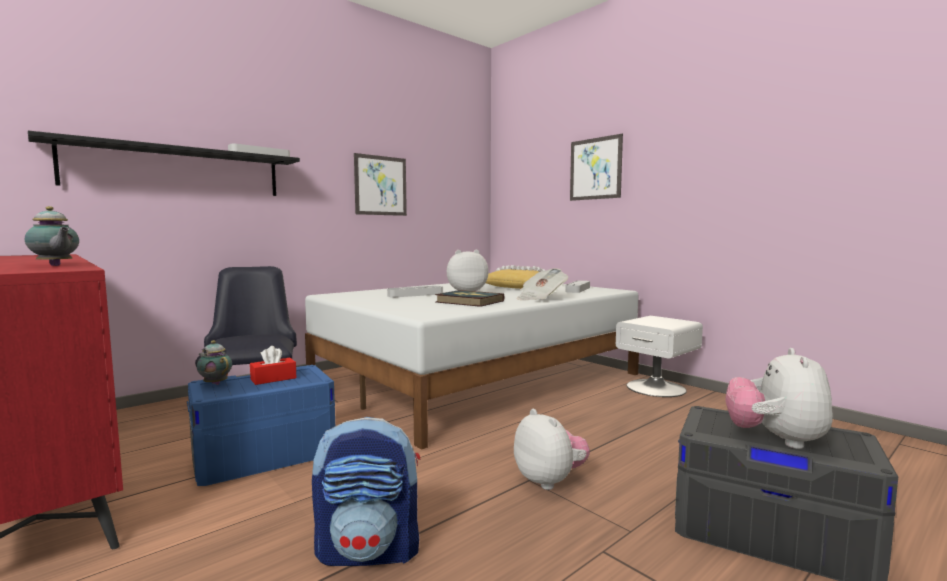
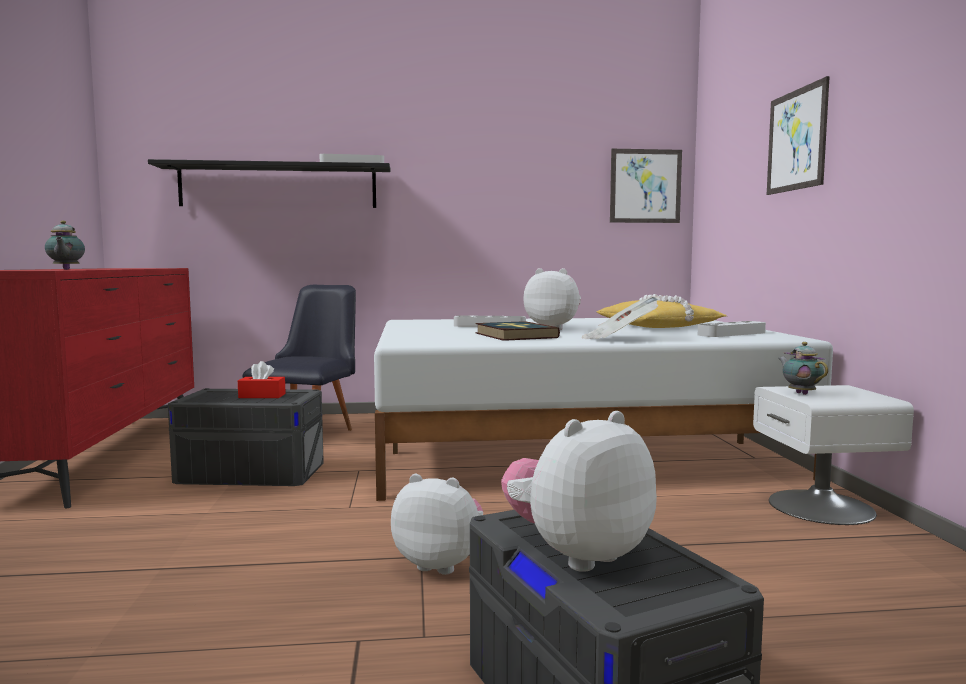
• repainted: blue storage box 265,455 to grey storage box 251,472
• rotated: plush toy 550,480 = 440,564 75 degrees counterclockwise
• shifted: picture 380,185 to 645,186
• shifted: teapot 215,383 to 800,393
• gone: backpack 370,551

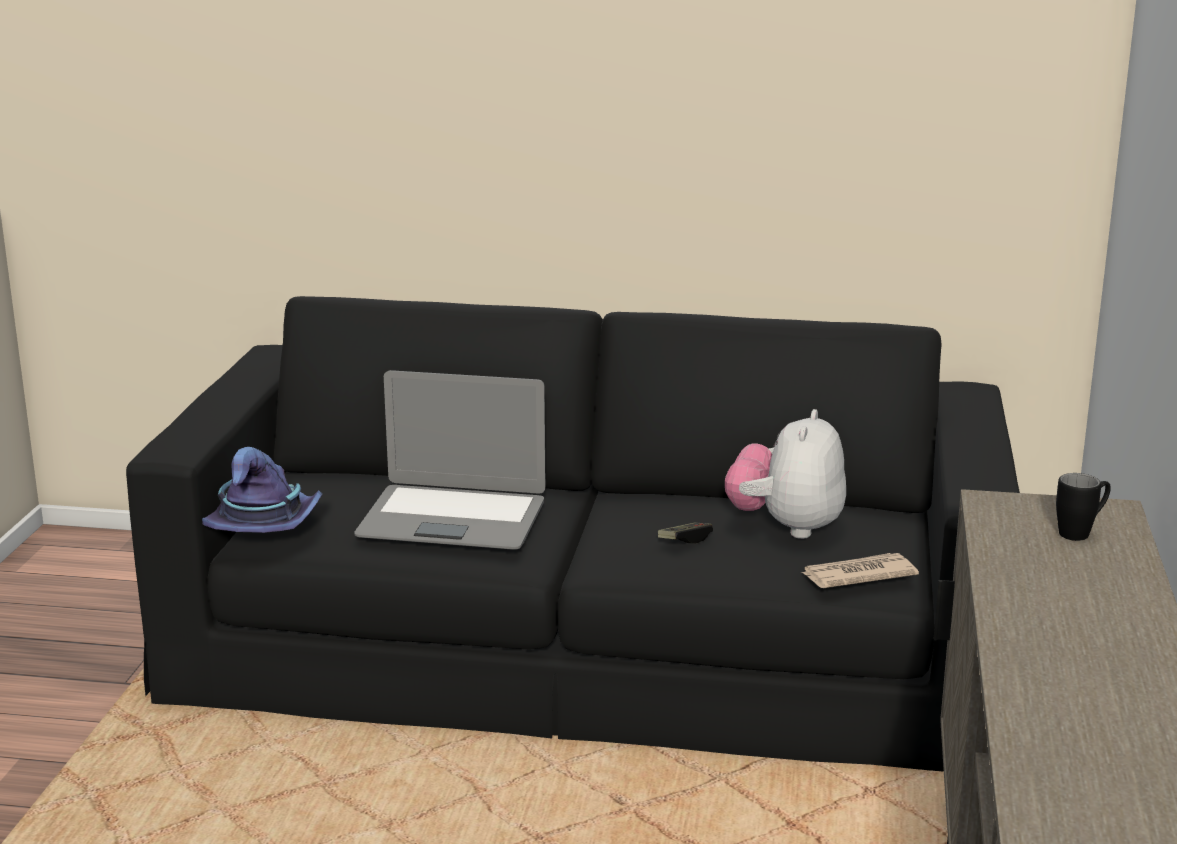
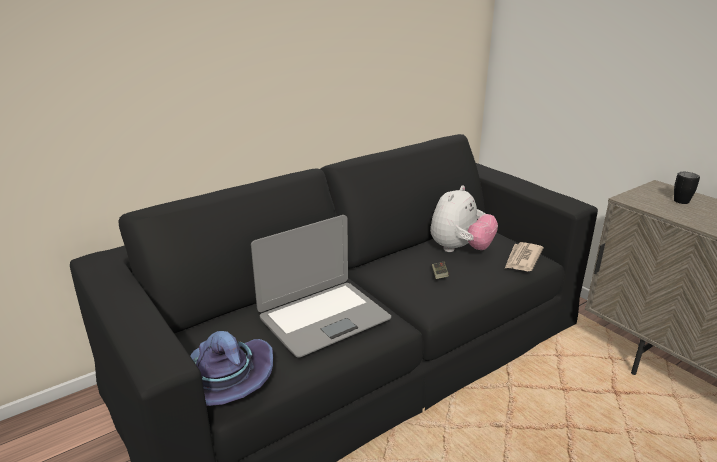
• rotated: plush toy 786,527 = 460,249 120 degrees counterclockwise

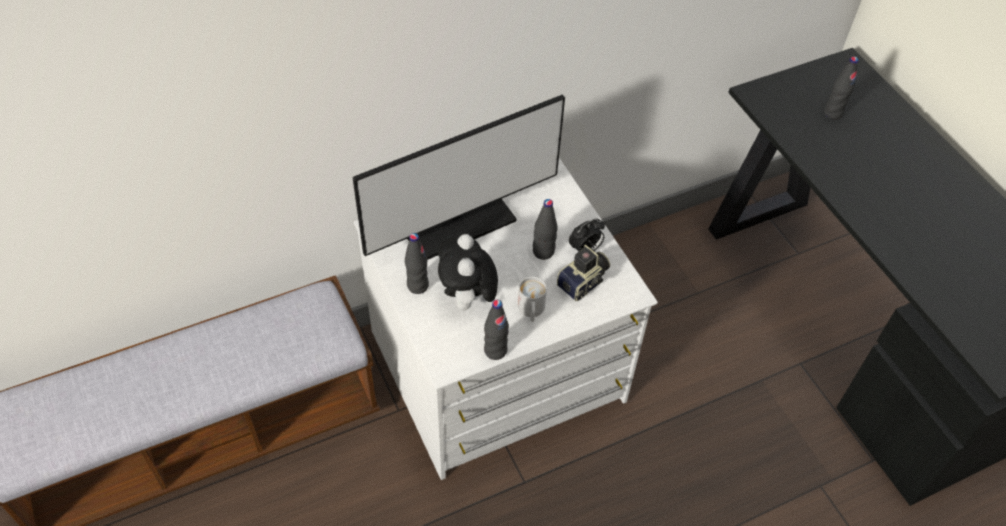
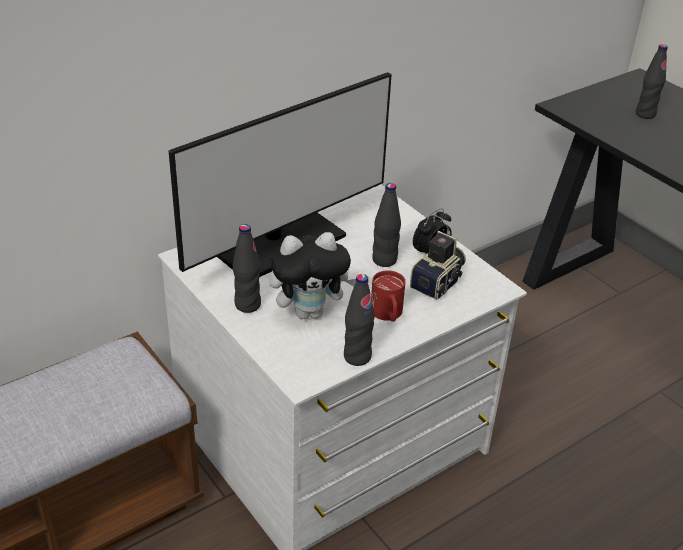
• rotated: plush toy 467,299 = 310,312 90 degrees counterclockwise
• repainted: white mug 531,311 to red mug 388,315

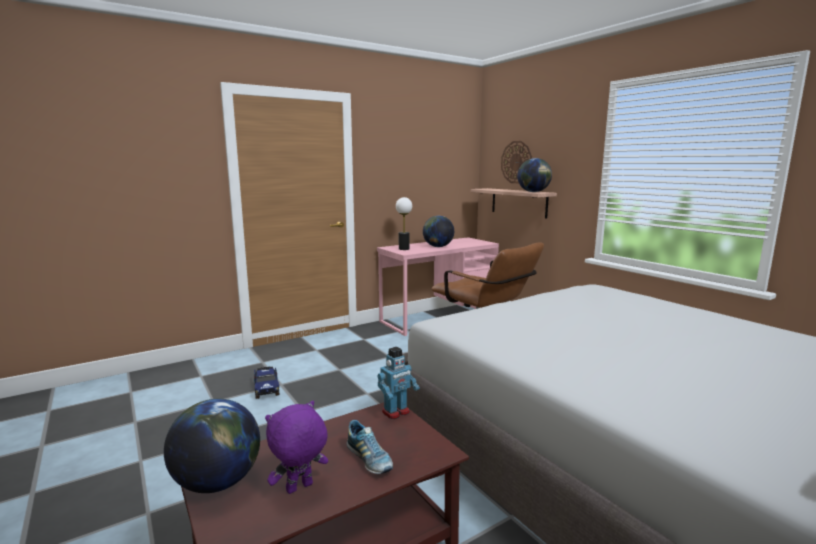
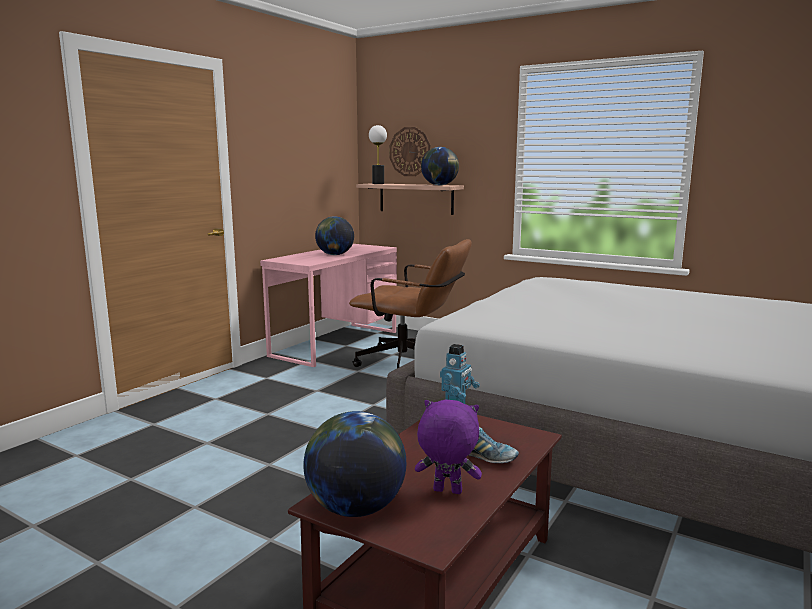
• shifted: table lamp 404,249 to 378,183
• rotated: purple plush toy 299,488 = 446,492 75 degrees clockwise
• gone: toy truck 267,388

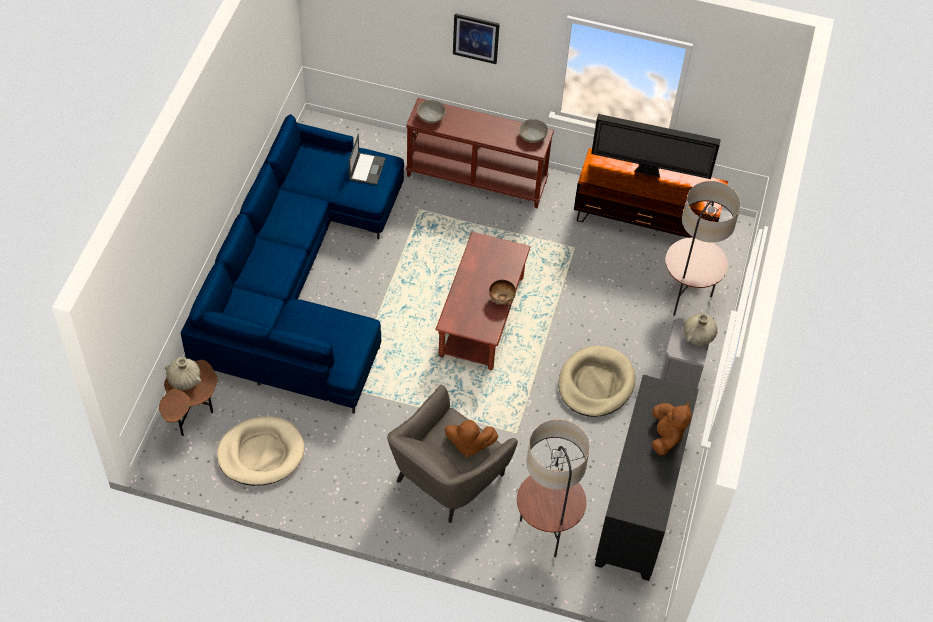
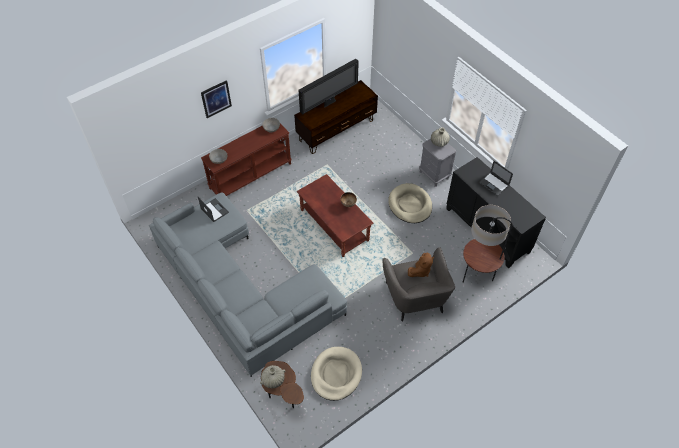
• repainted: blue sofa 298,281 to grey sofa 242,290
• swapped: brown plush toy 666,436 to laptop 494,184
• gone: floor lamp 686,299

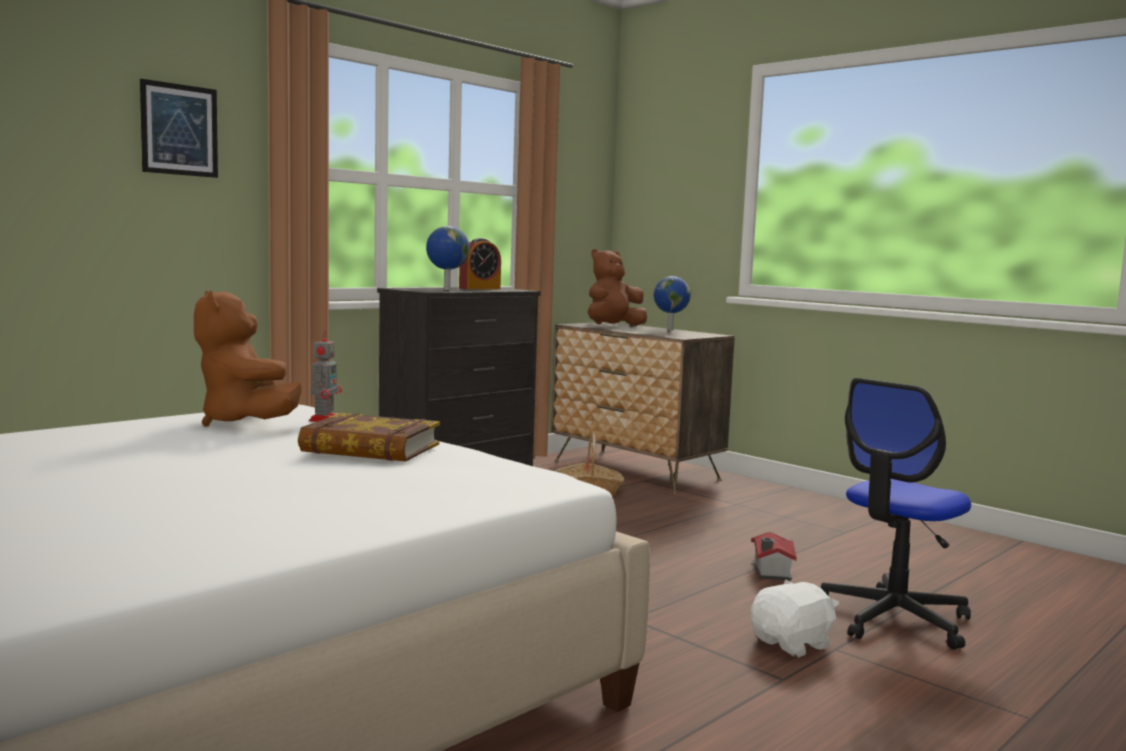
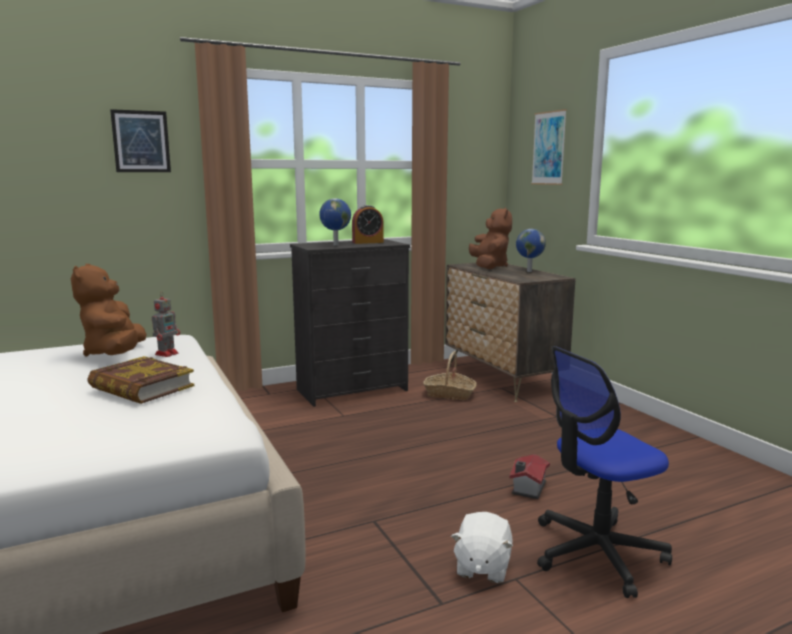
• rotated: white plush toy 792,644 = 482,567 120 degrees clockwise
• rotated: brown plush toy 613,326 = 489,266 105 degrees clockwise
• new: picture 549,148

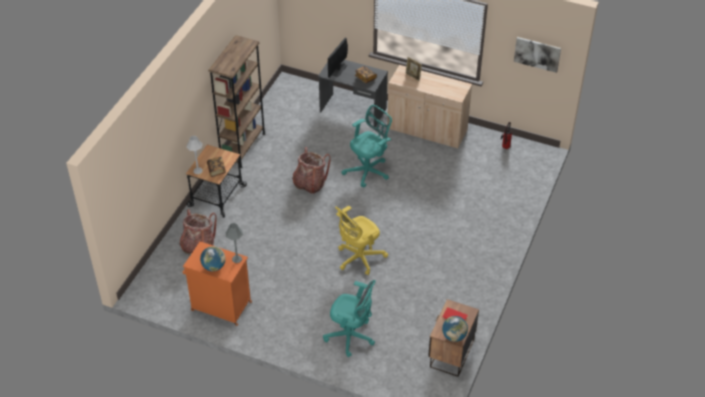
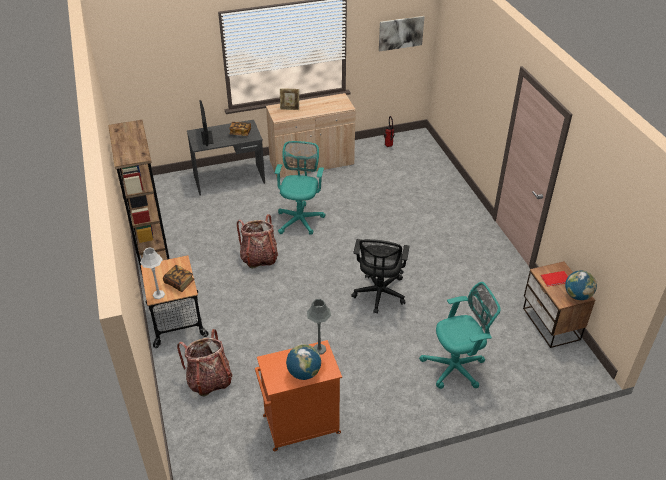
• repainted: yellow office chair 358,258 to black office chair 379,295

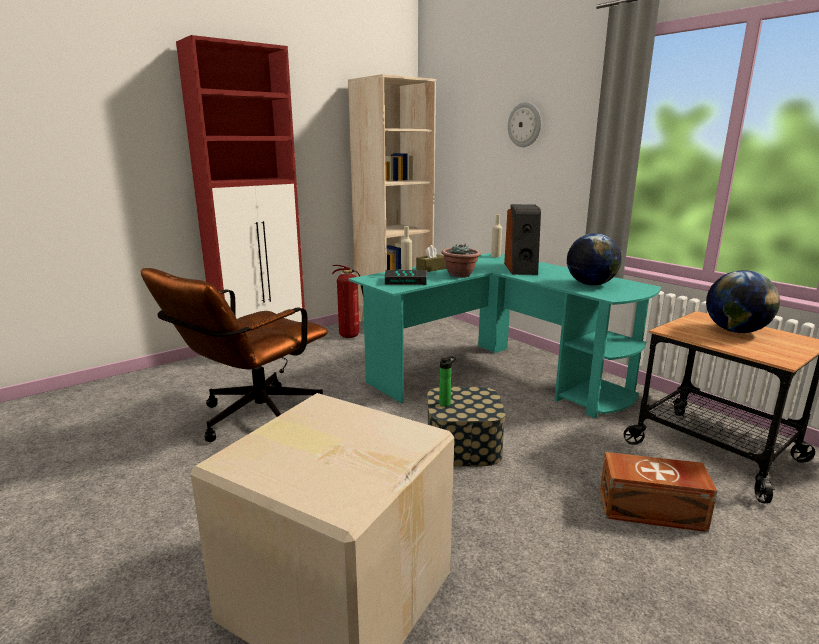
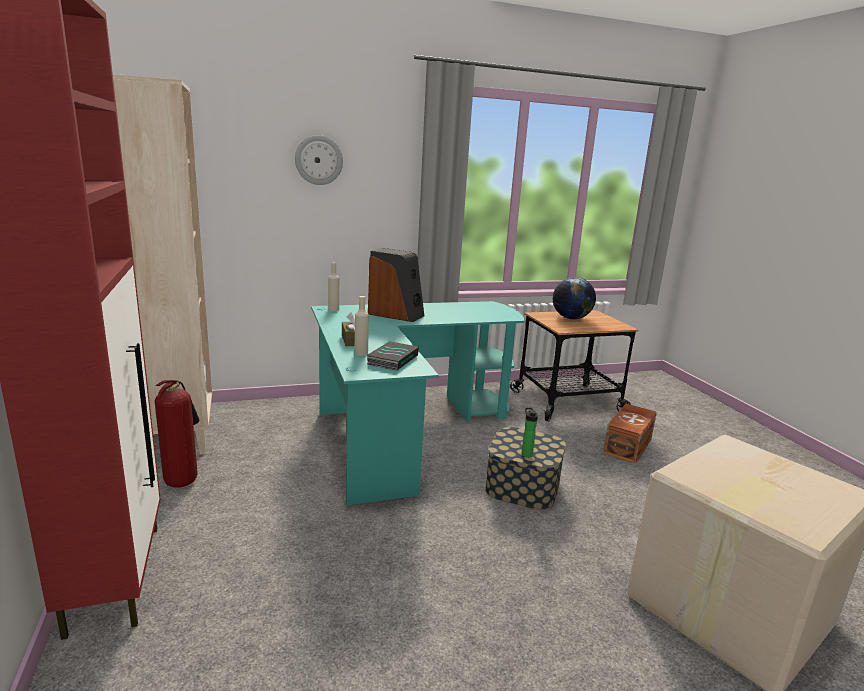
• gone: brown office chair 252,420
• gone: potted plant 460,275
• gone: globe 590,284

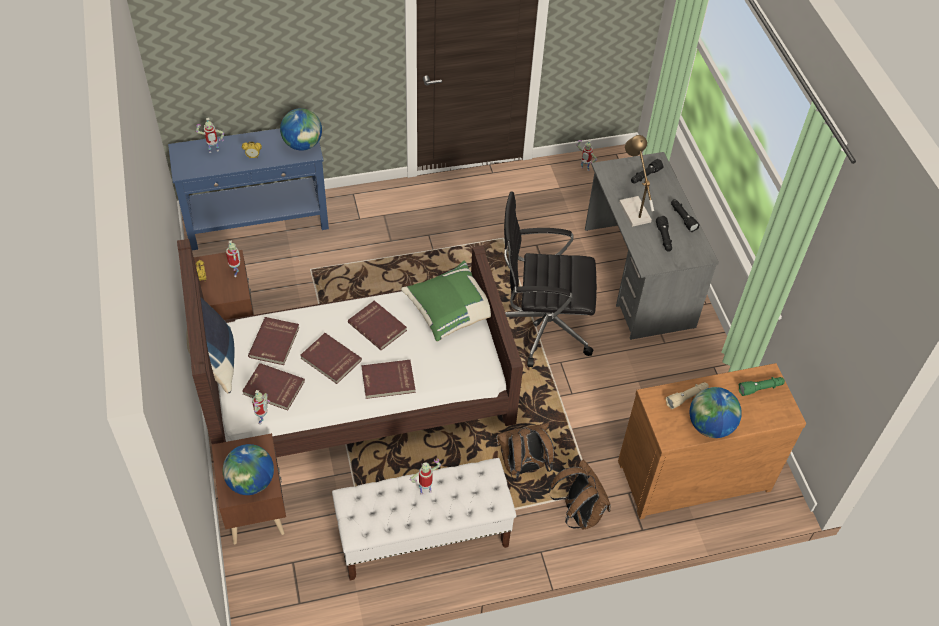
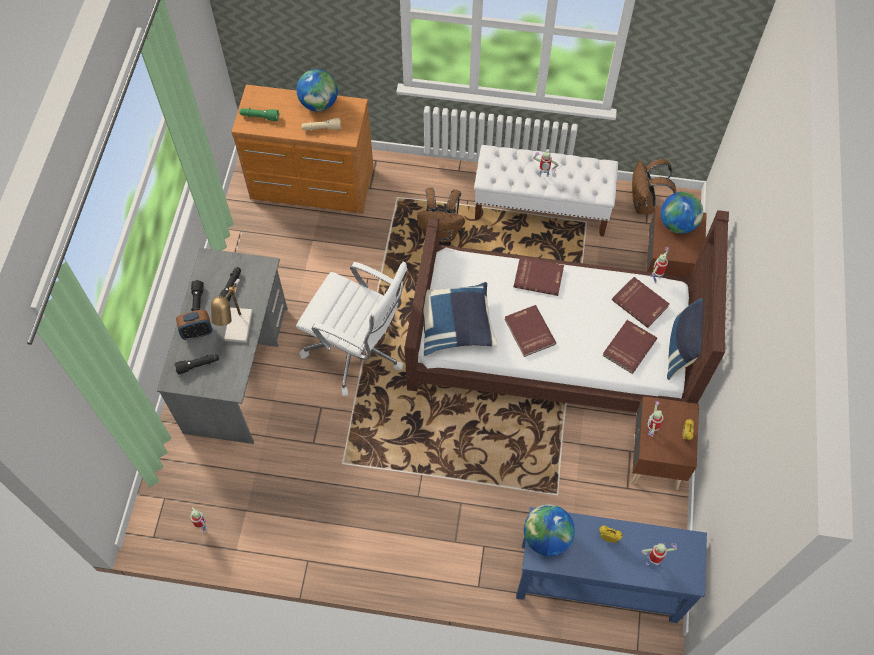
• new: alarm clock 197,332
• repainted: black office chair 542,326 to white office chair 357,350
• repainted: green pillow 450,311 to blue pillow 456,325
• shifted: brown backpack 578,513 to 644,204
• gone: red book 330,360

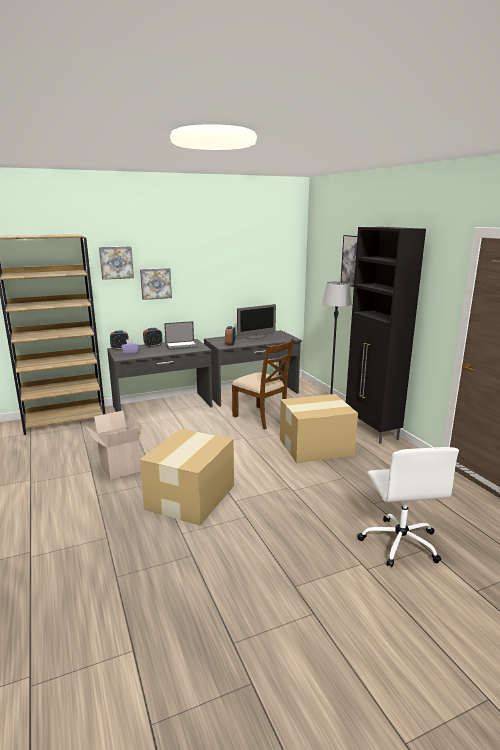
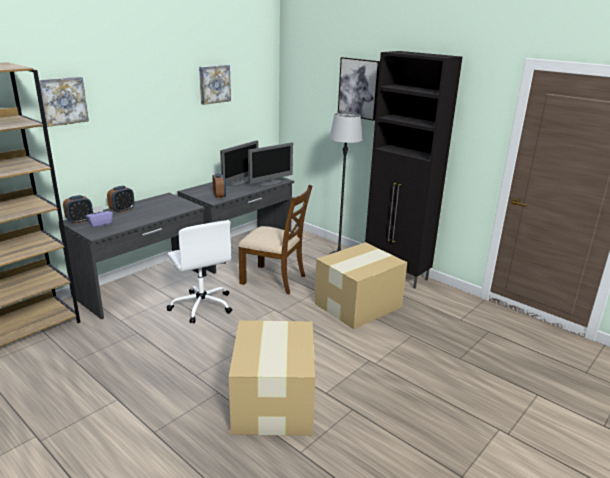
• shifted: white office chair 400,542 to 202,305
• shifted: picture 155,283 to 214,84
• new: monitor 270,183
• gone: cardboard box 118,467
• gone: laptop 182,345

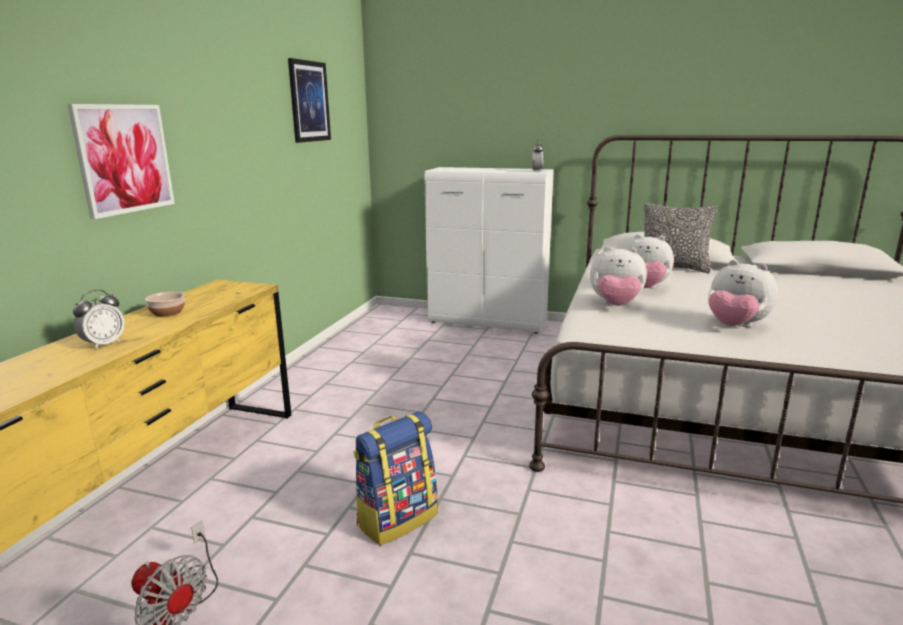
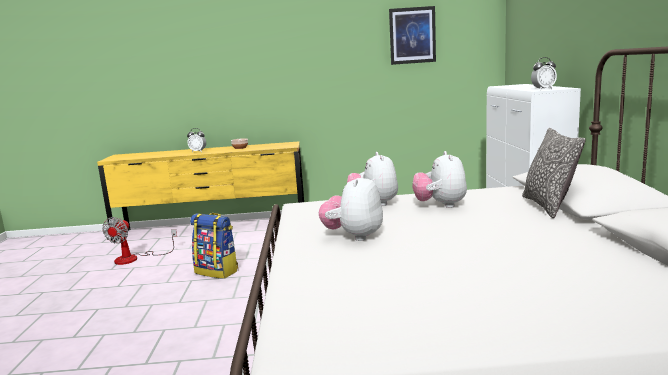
• gone: picture 124,159

